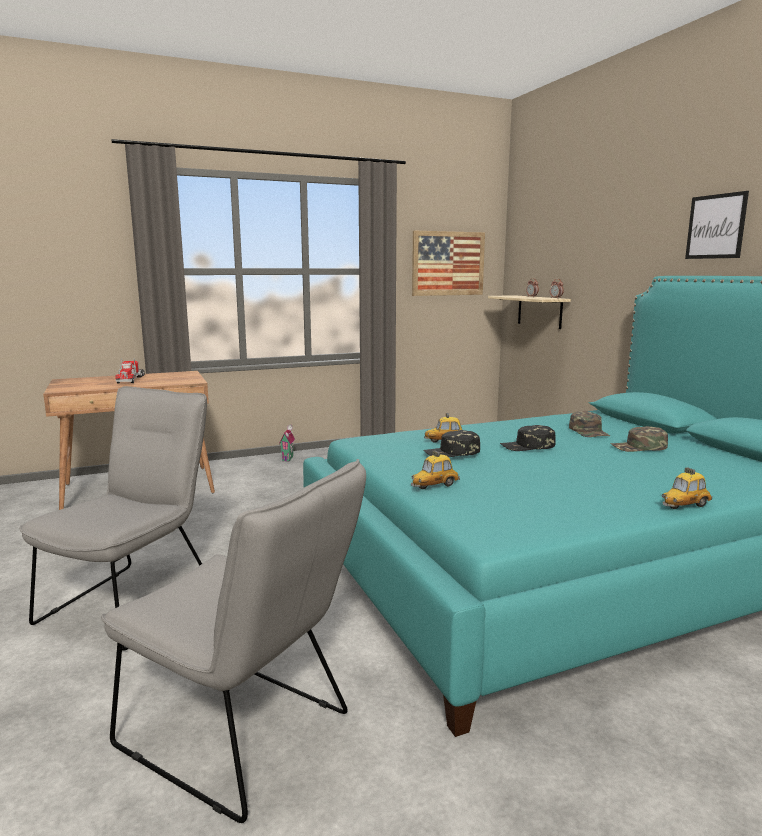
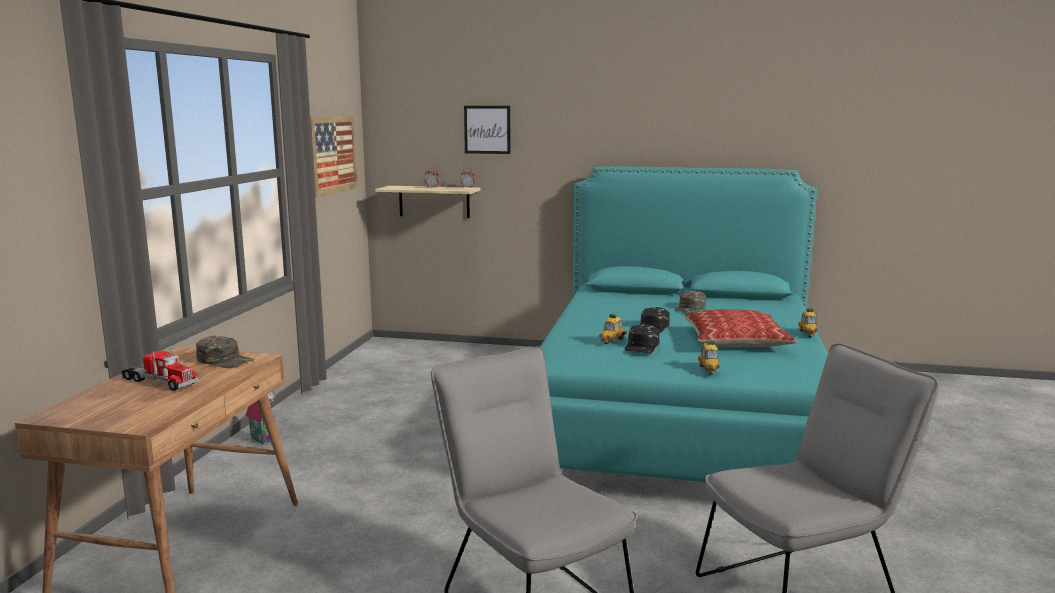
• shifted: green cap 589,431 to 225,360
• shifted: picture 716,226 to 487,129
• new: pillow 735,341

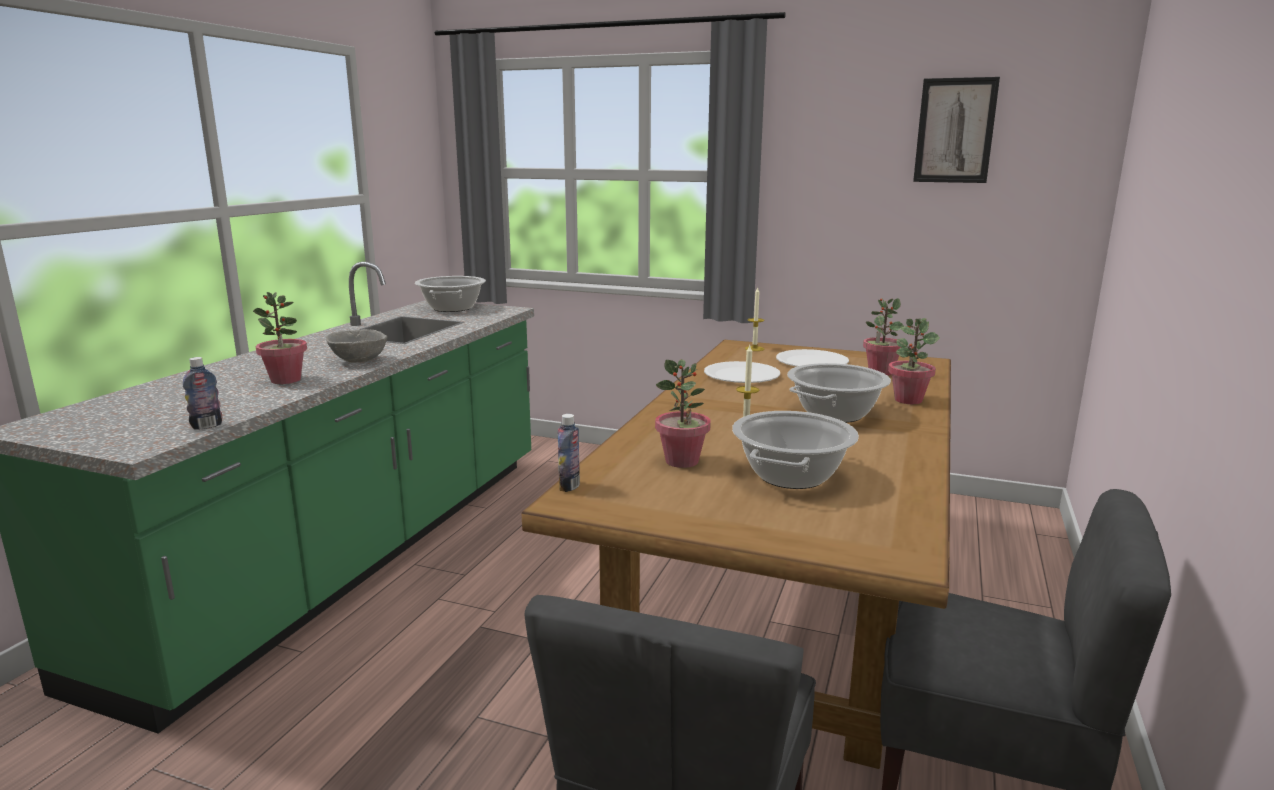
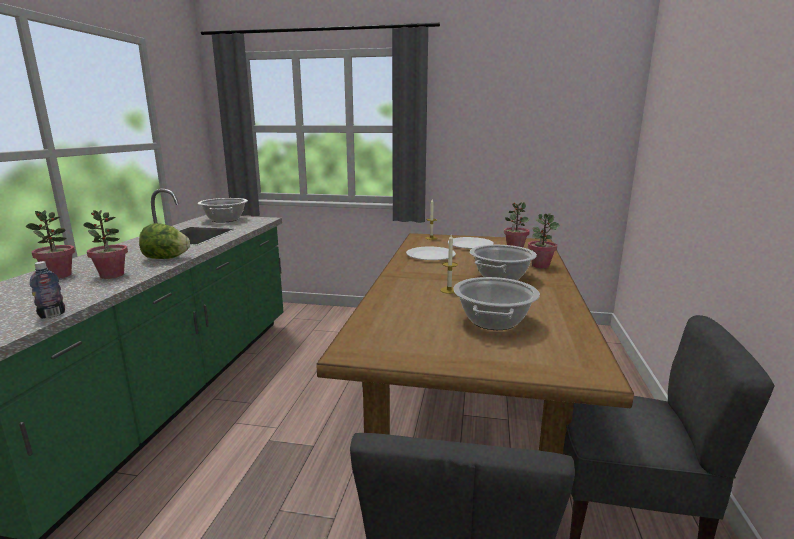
• shifted: potted plant 682,461 to 59,276
• swapped: grey bowl 358,361 to lettuce 166,258
• gone: bottle 569,486
• gone: picture 955,131

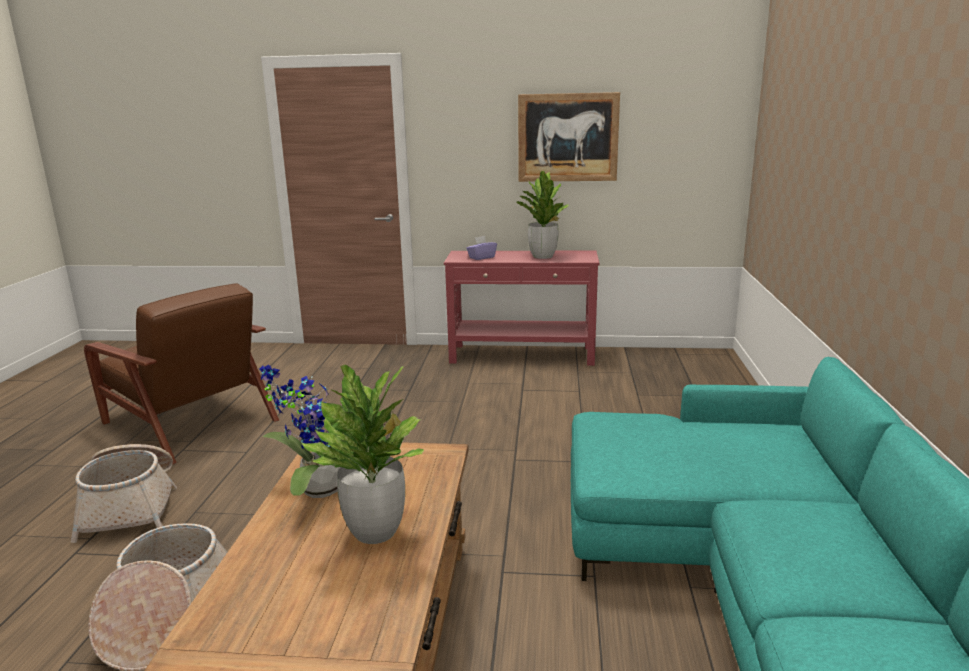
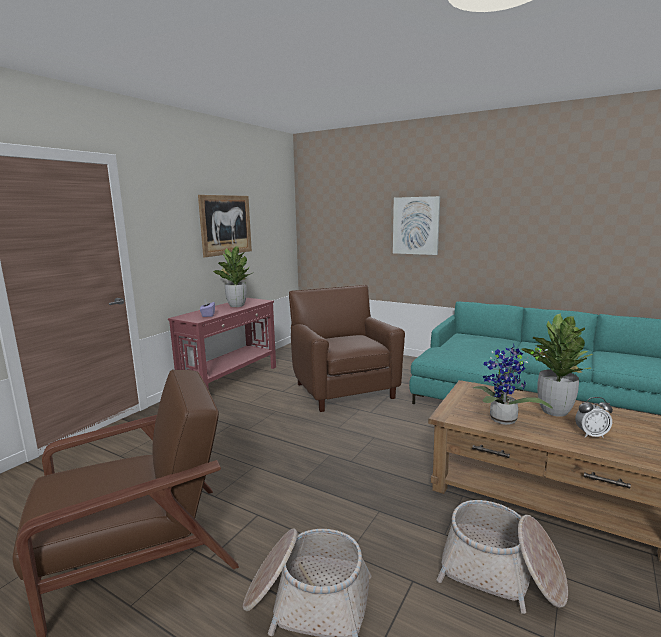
• new: brown armchair 344,390
• new: picture 416,225
• new: alarm clock 591,435

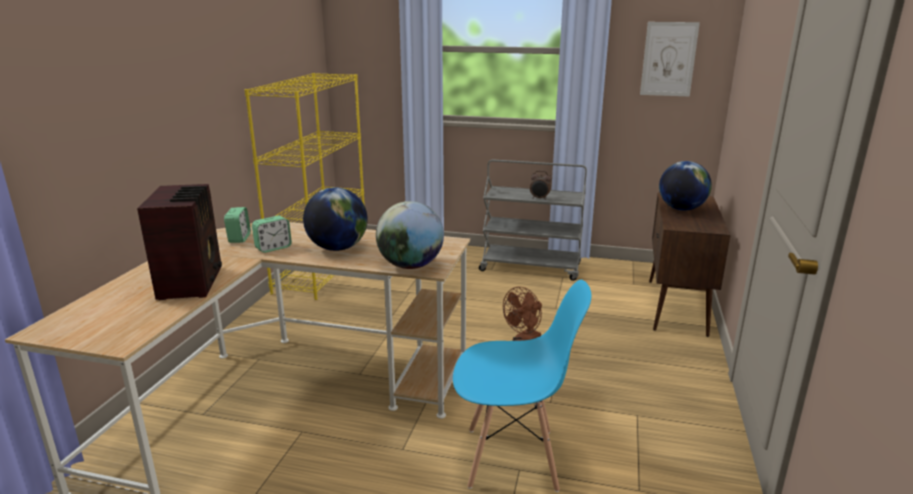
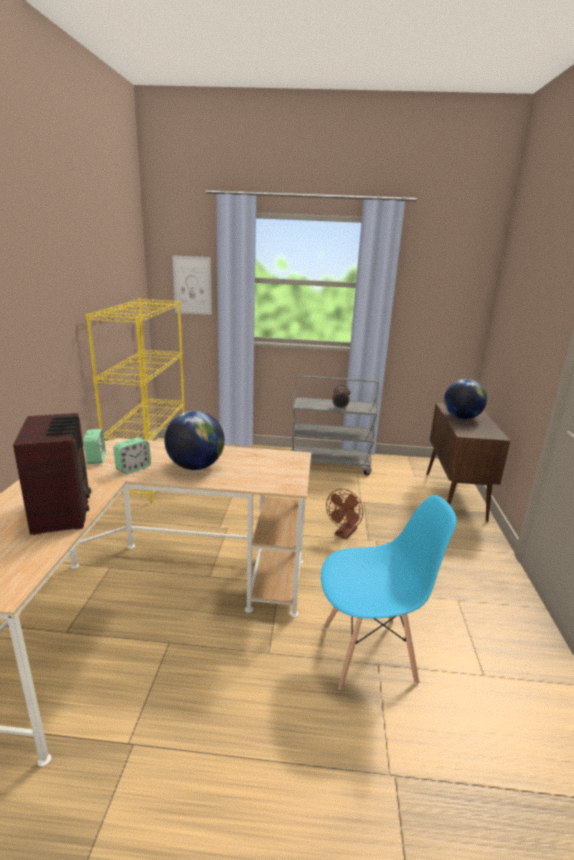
• shifted: picture 668,59 to 192,285
• gone: globe 410,266

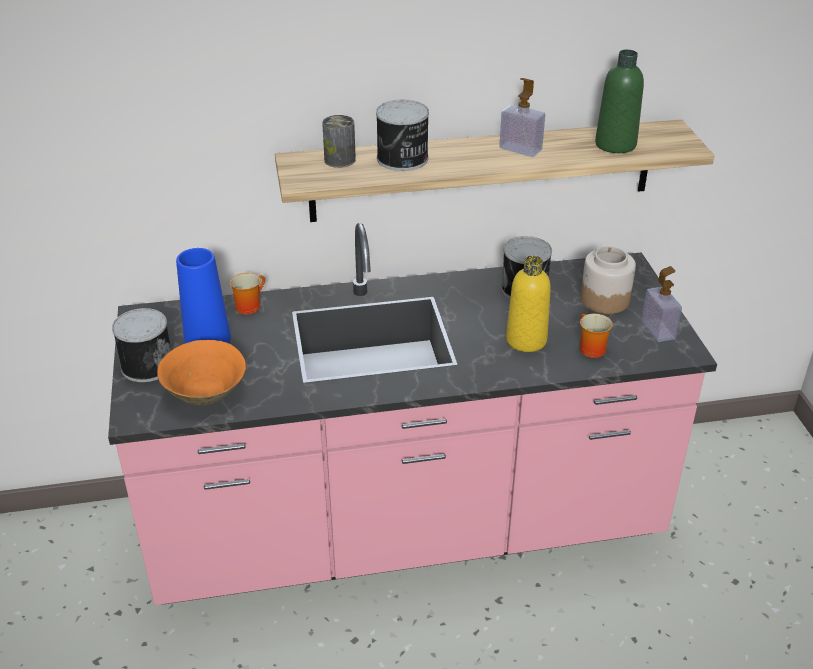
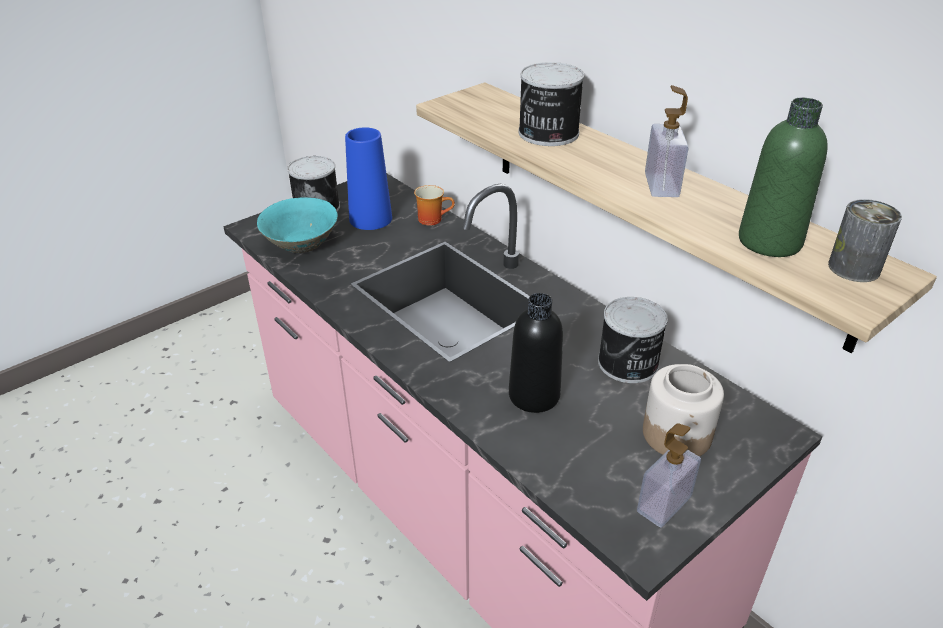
• repainted: orange bowl 205,393 to turquoise bowl 301,244
• repainted: yellow bottle 526,340 to black bottle 534,395
• shifted: can 340,160 to 853,268
• gone: mug 589,348

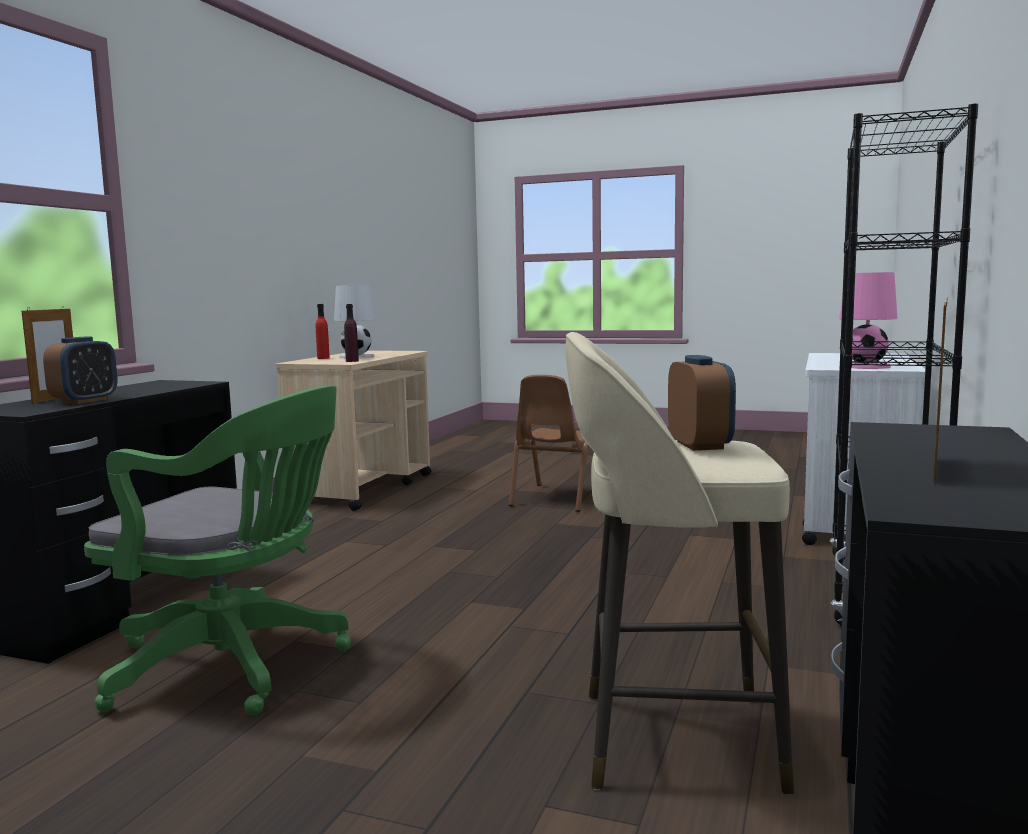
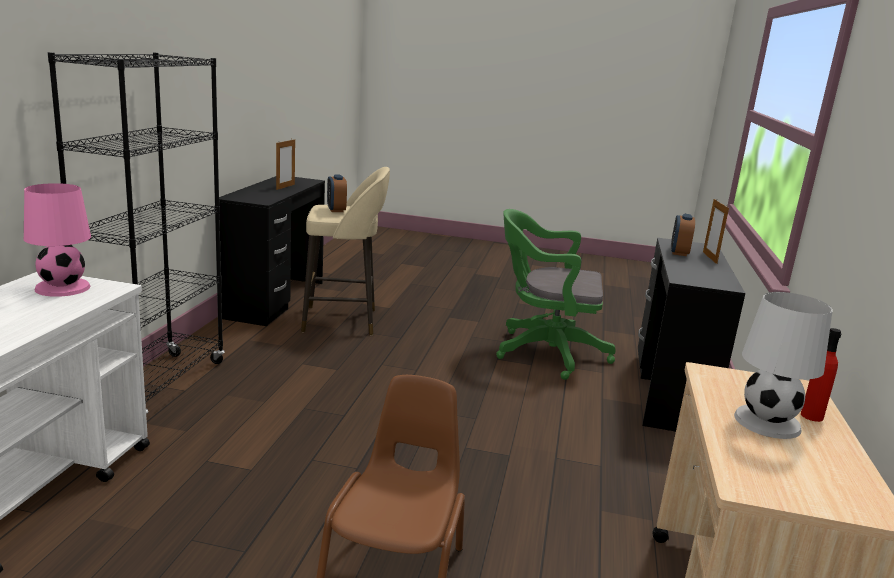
• gone: purple bottle 352,361

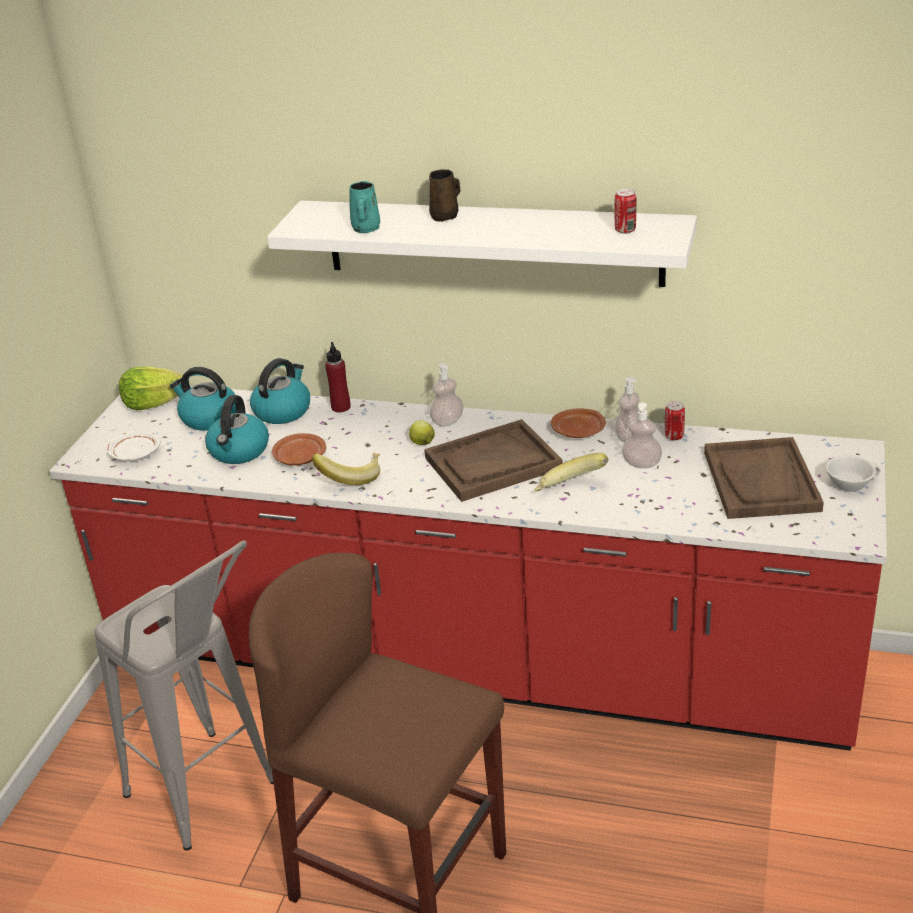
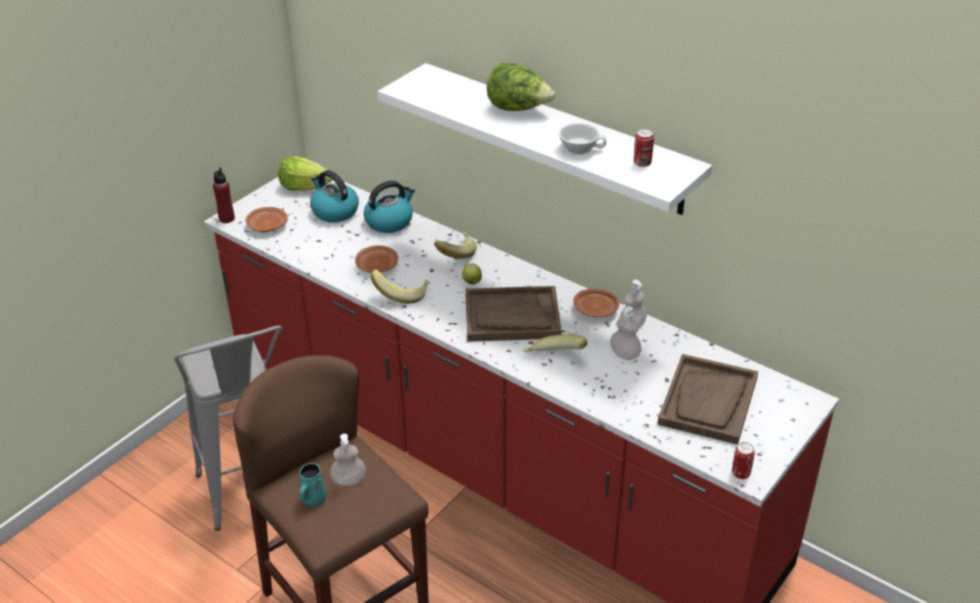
• shifted: red bottle 341,407 to 226,218
• repainted: white plate 135,454 to brown plate 267,225
• shifted: turquoise mug 366,229 to 313,499
• shifted: soap dispenser 447,421 to 349,480
• new: banana 455,254
• swapped: brown mug 445,216 to lettuce 518,109
• shifted: white cup 849,483 to 580,148
• shifted: can 674,436 to 740,473
• gone: kettle 239,451

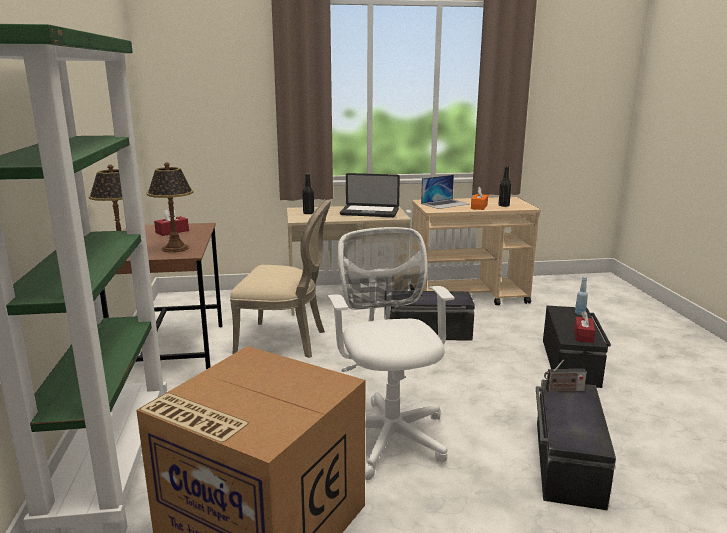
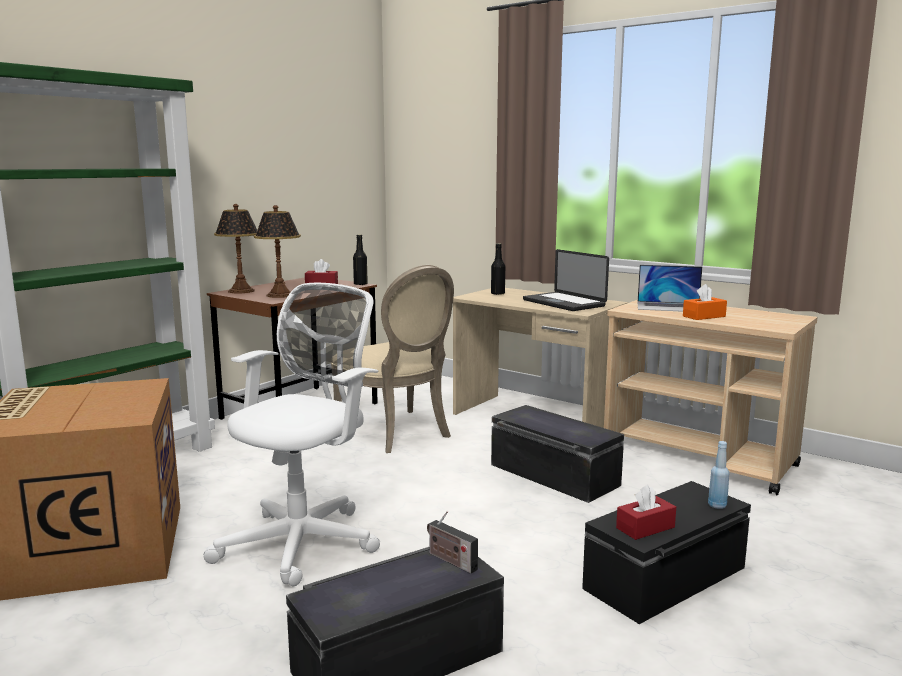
• shifted: black bottle 503,205 to 360,284

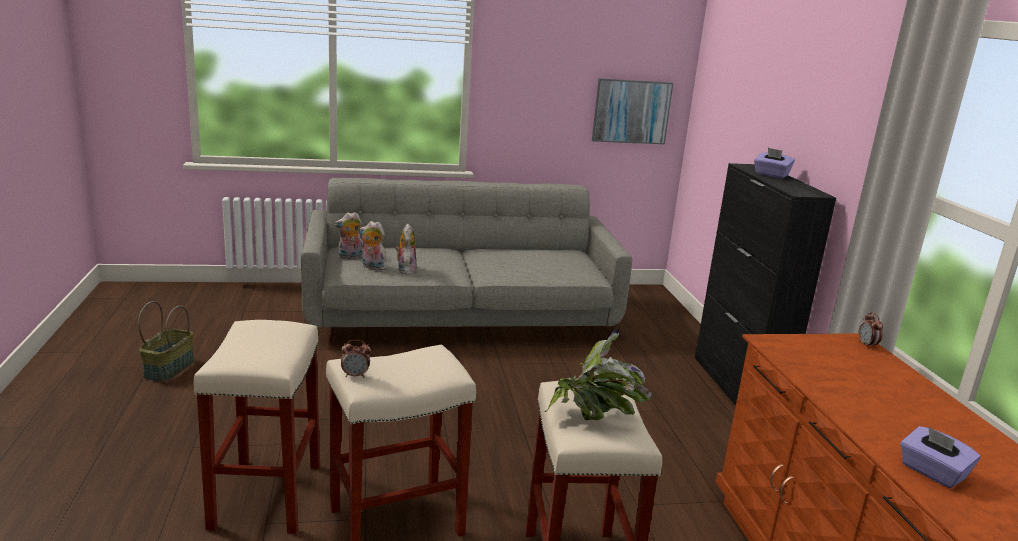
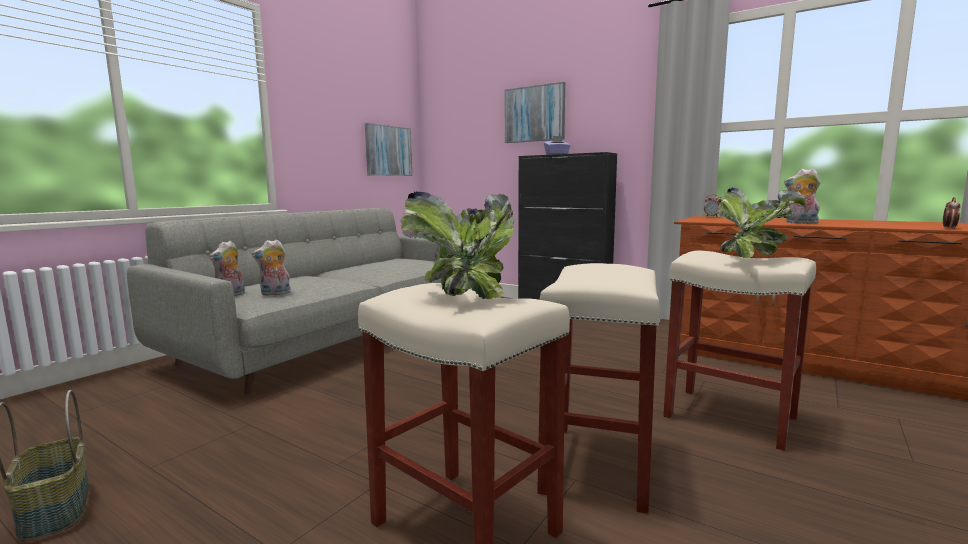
• new: potted plant 466,296
• new: picture 534,114
• shifted: plush toy 405,270 to 800,223
• shifted: alarm clock 355,375 to 949,228
• gone: purple tissue box 932,472

